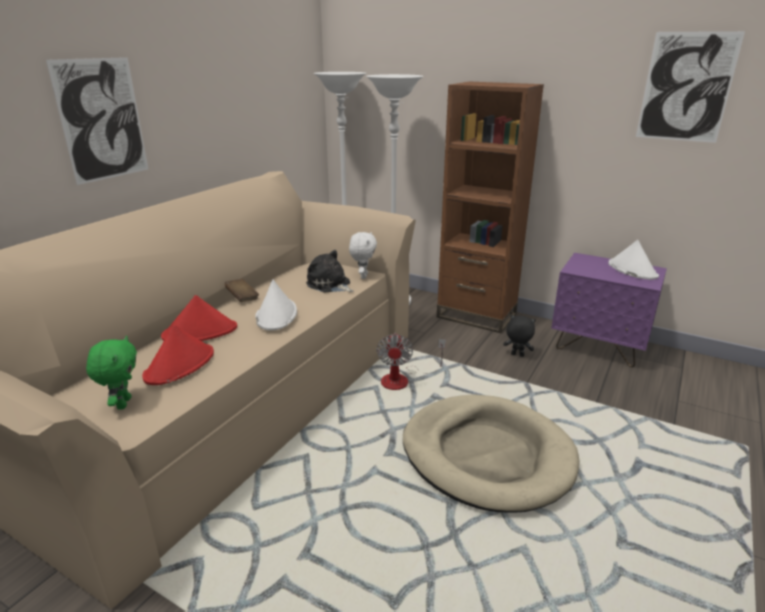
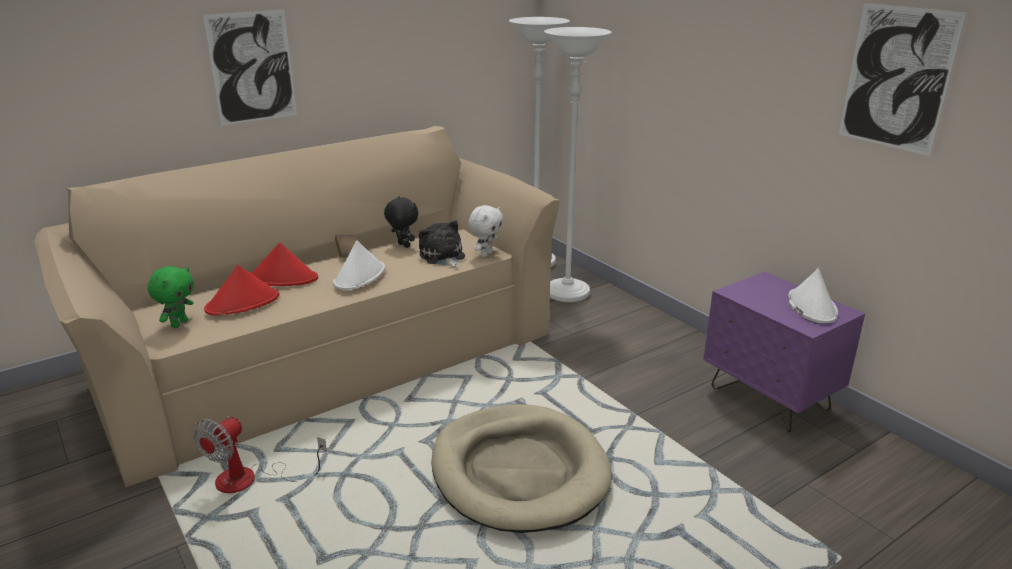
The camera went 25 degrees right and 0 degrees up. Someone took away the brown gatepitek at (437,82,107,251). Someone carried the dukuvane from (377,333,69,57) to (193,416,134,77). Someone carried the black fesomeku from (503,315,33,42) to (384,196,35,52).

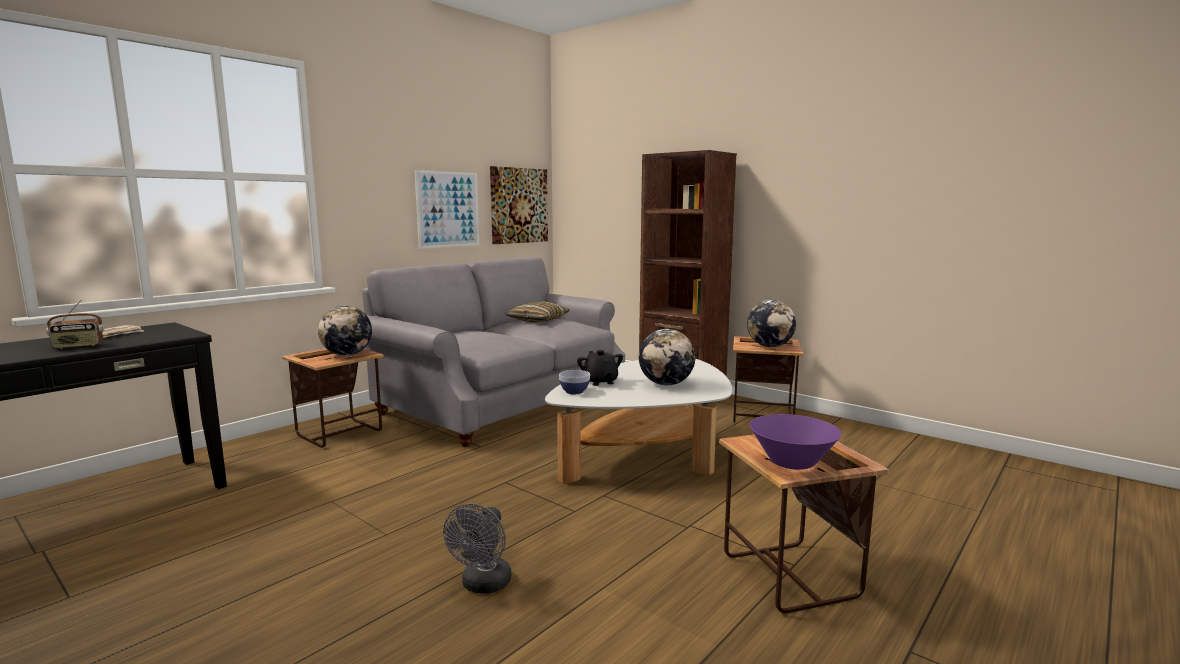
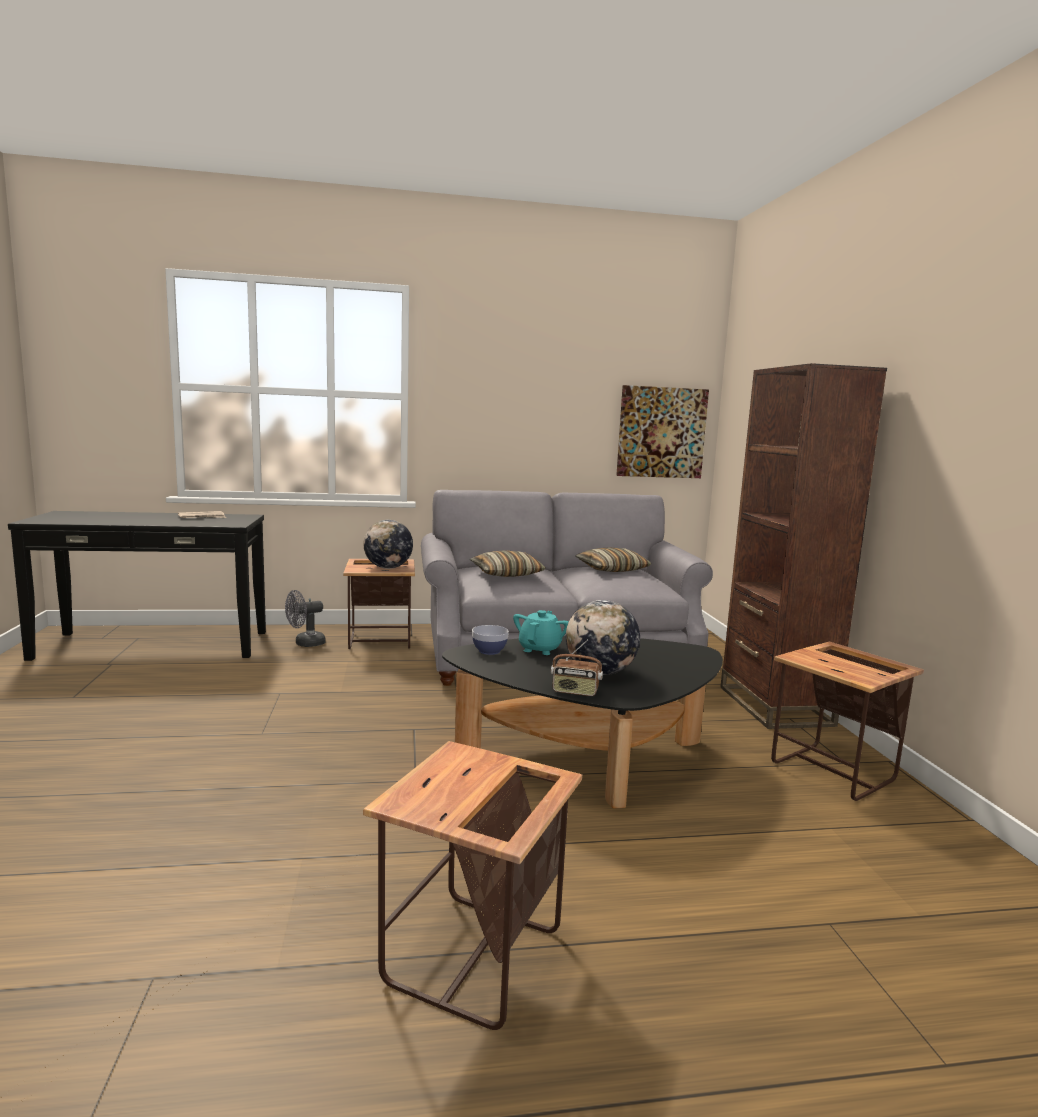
The camera went 40 degrees right and 0 degrees up. Someone took away the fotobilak at (415,170,64,79). Someone took away the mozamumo at (747,300,49,47). Someone took away the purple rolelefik at (750,414,92,56). Someone put down the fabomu at (470,550,76,27). Someone carried the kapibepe from (46,300,58,49) to (551,640,52,56). Someone carried the grey dukuvane from (443,503,68,90) to (285,590,41,57). Someone repainted the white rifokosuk at (545,359,187,125), which became the black rifokosuk at (442,636,281,173). Someone repainted the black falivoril at (577,350,46,36), which became the turquoise falivoril at (513,610,56,45).

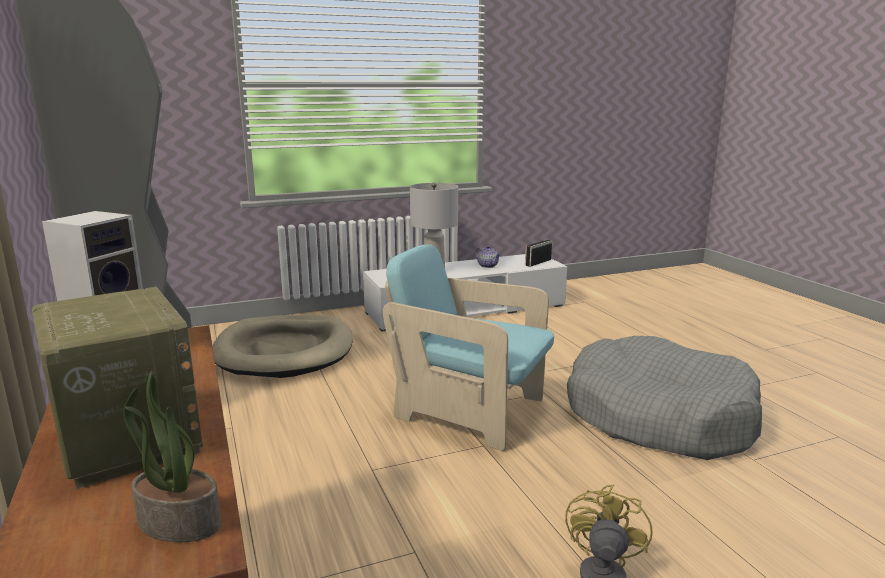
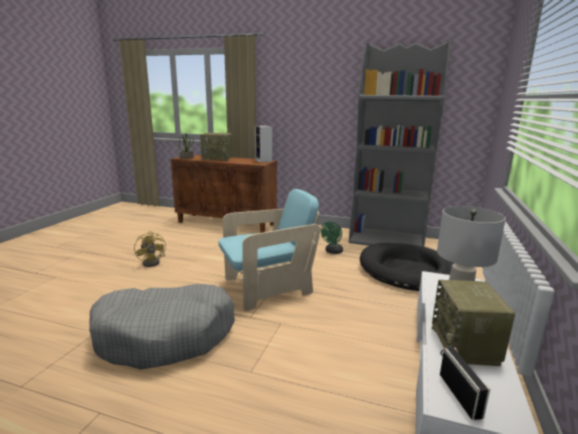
The camera went 130 degrees right and 0 degrees up. Someone put down the green dukuvane at (321,221,22,33). Someone swapped the falivoril at (476,246,25,22) for the kapibepe at (432,280,83,86). Someone repainted the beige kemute at (213,315,140,63), which became the black kemute at (360,243,94,48).

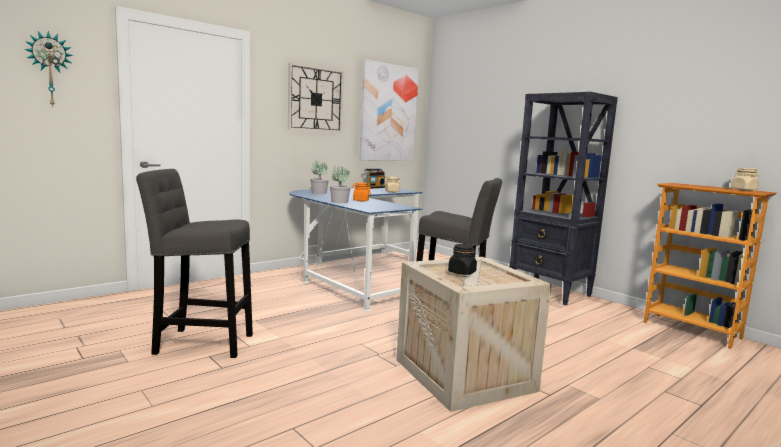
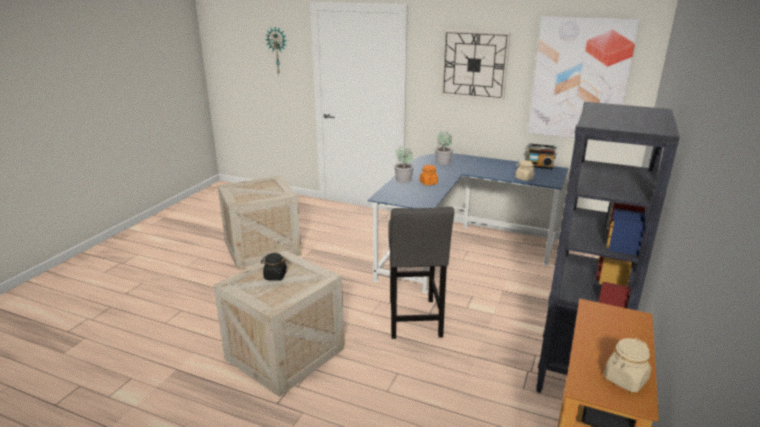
The camera went 65 degrees right and 15 degrees up. Someone swapped the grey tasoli at (136,169,117,189) for the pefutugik at (218,176,84,93).

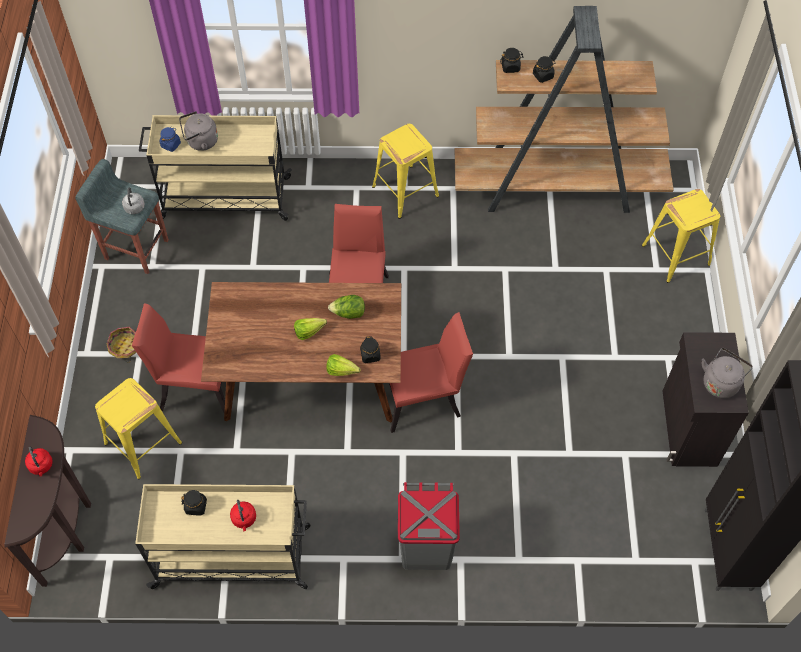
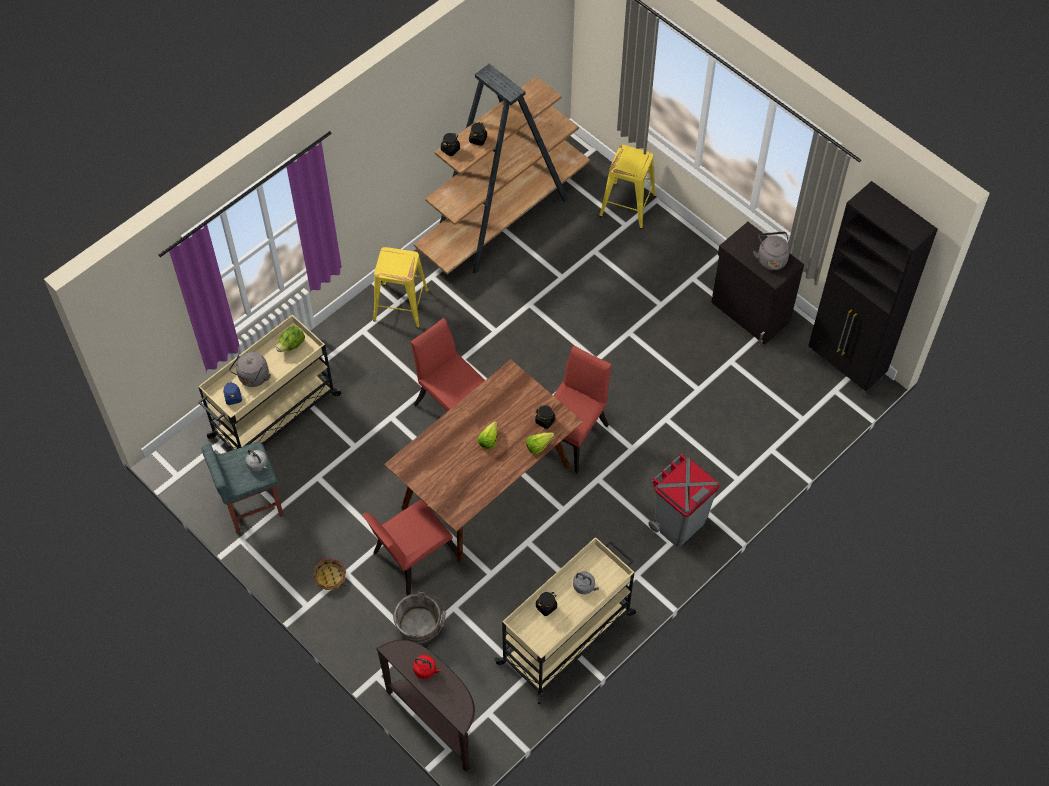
The camera went 45 degrees left and 0 degrees up. Someone carried the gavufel from (328,295,37,24) to (276,326,29,26). Someone swapped the yellow tasoli at (95,378,87,101) for the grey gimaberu at (393,592,53,52). Someone repainted the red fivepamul at (230,500,26,31), which became the grey fivepamul at (573,571,26,23).

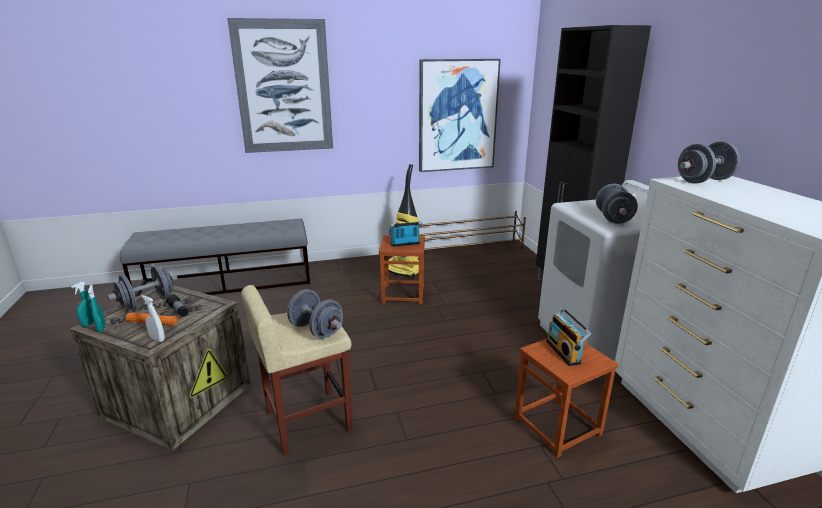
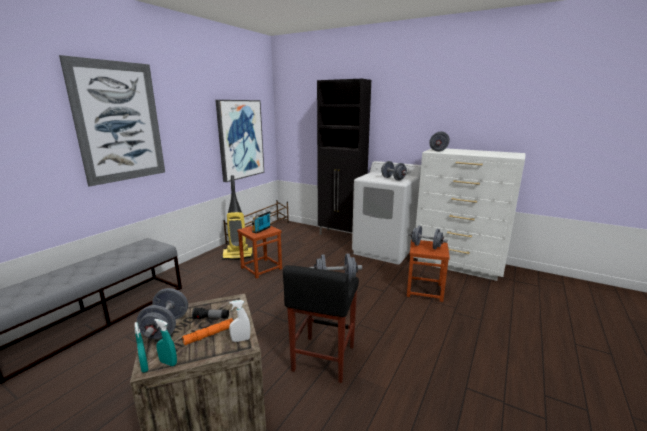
The camera went 45 degrees left and 5 degrees down. Someone swapped the kapibepe at (546,307,46,59) for the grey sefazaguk at (408,226,39,23). Someone repainted the beige tasoli at (241,285,112,170), which became the black tasoli at (283,265,76,118).

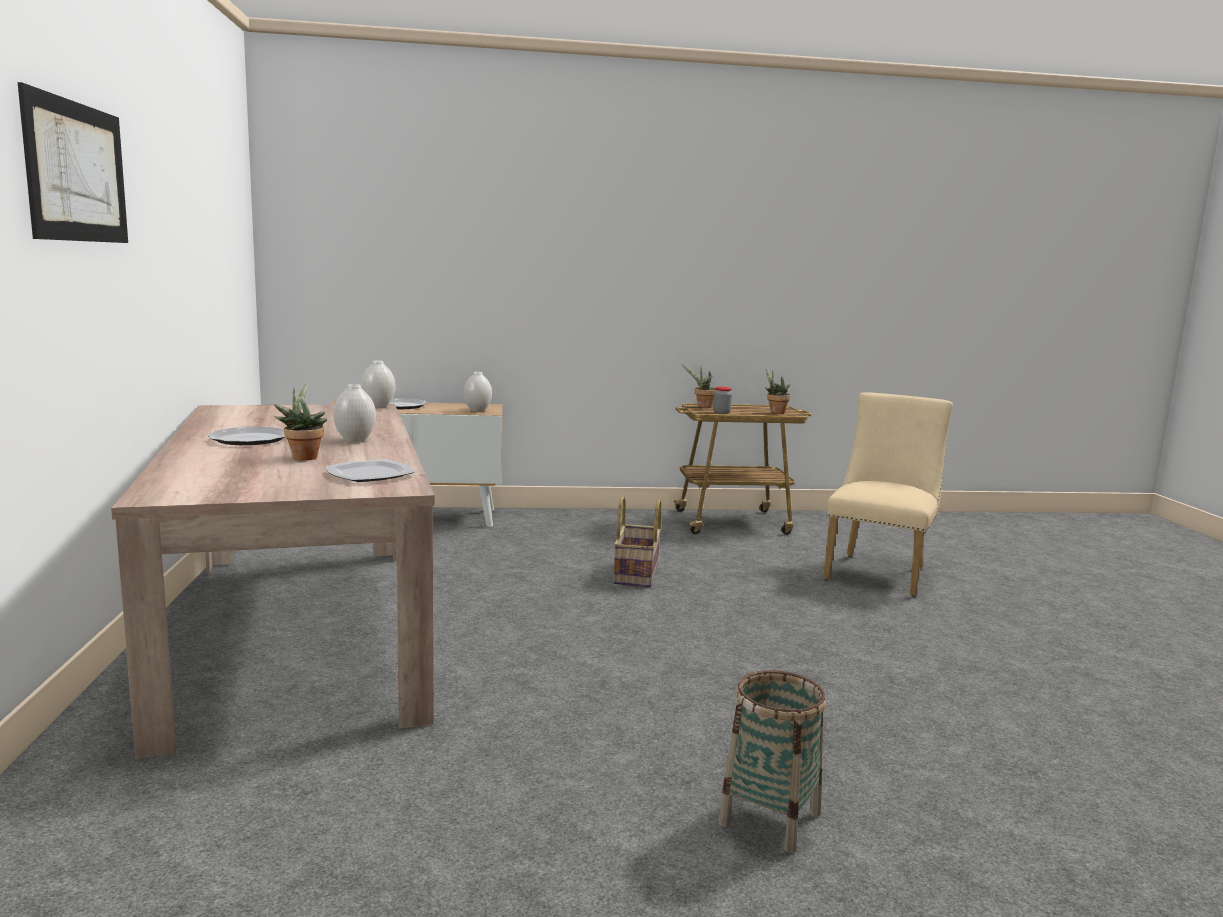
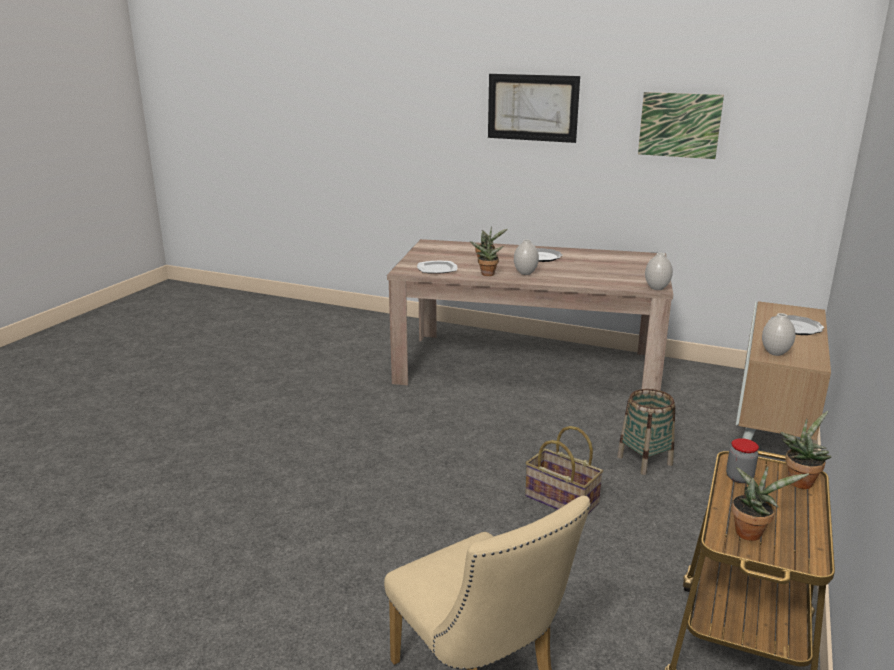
The camera went 120 degrees right and 10 degrees up. Someone put down the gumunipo at (470,240,34,36). Someone put up the fotobilak at (638,92,86,67). Someone carried the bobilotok from (718,670,108,183) to (617,389,58,86).

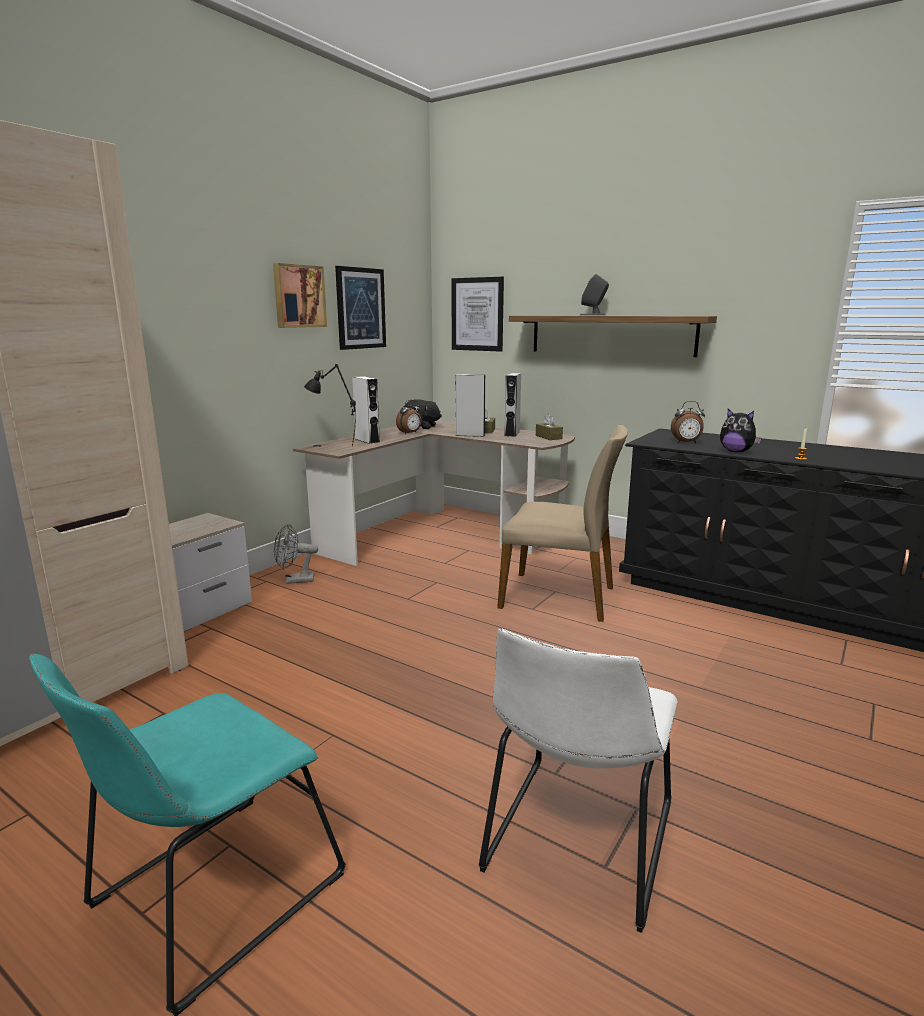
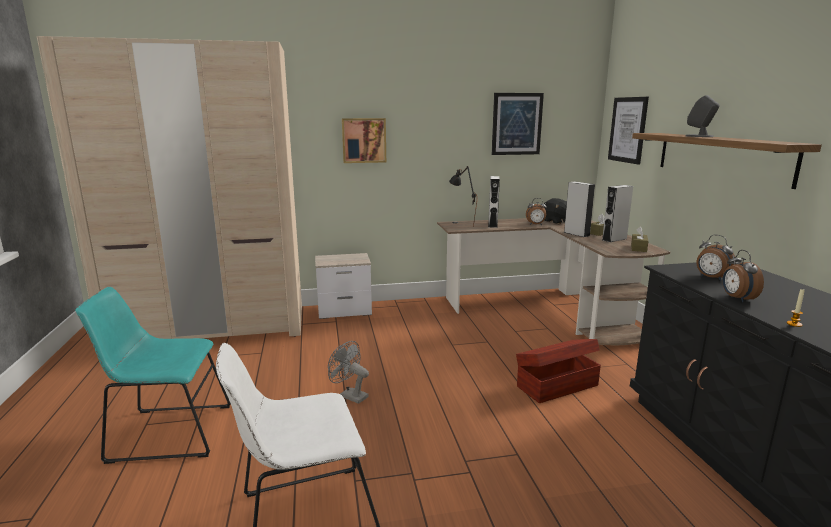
The camera went 45 degrees right and 0 degrees up. Someone carried the fotobilak from (273,263,54,65) to (342,118,44,45). Someone carried the grey dukuvane from (274,523,44,61) to (328,341,41,63). Someone swapped the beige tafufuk at (497,425,131,197) for the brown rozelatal at (516,339,85,64). Someone swapped the fesomeku at (720,409,41,43) for the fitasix at (722,250,42,52).

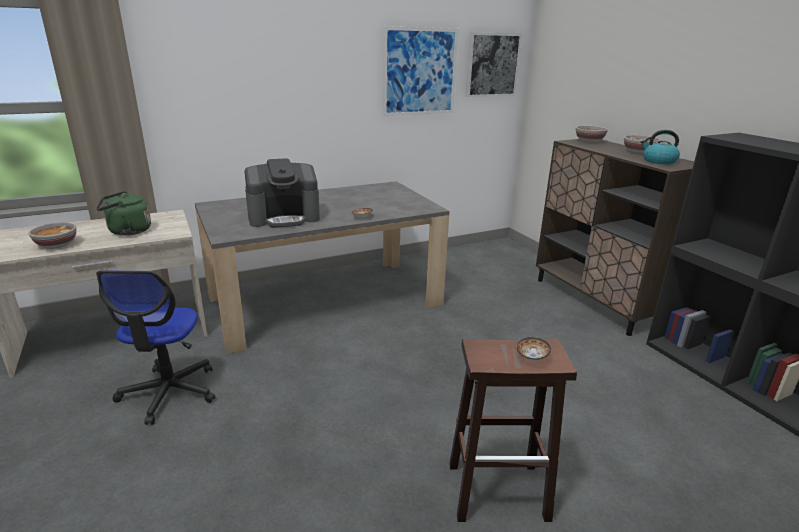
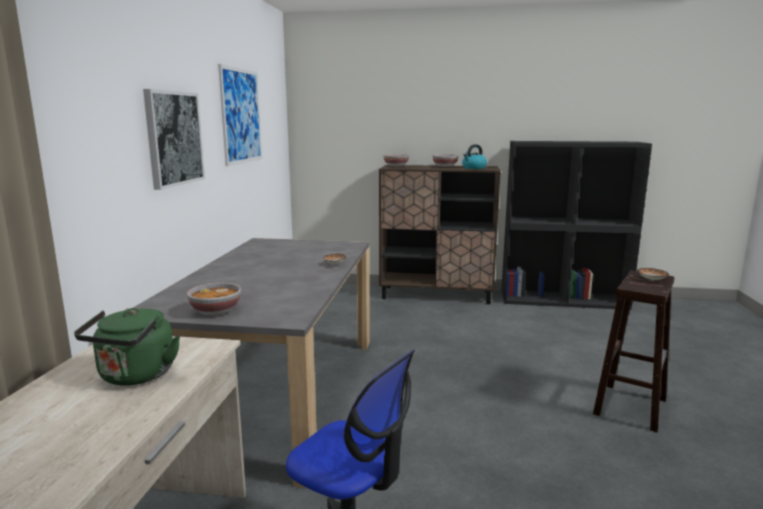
The camera went 55 degrees left and 10 degrees down. Someone took away the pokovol at (244,158,76,70). Someone carried the rolelefik from (29,222,48,27) to (187,283,54,33). Someone carried the fotobilak from (465,32,57,65) to (143,89,62,101).

